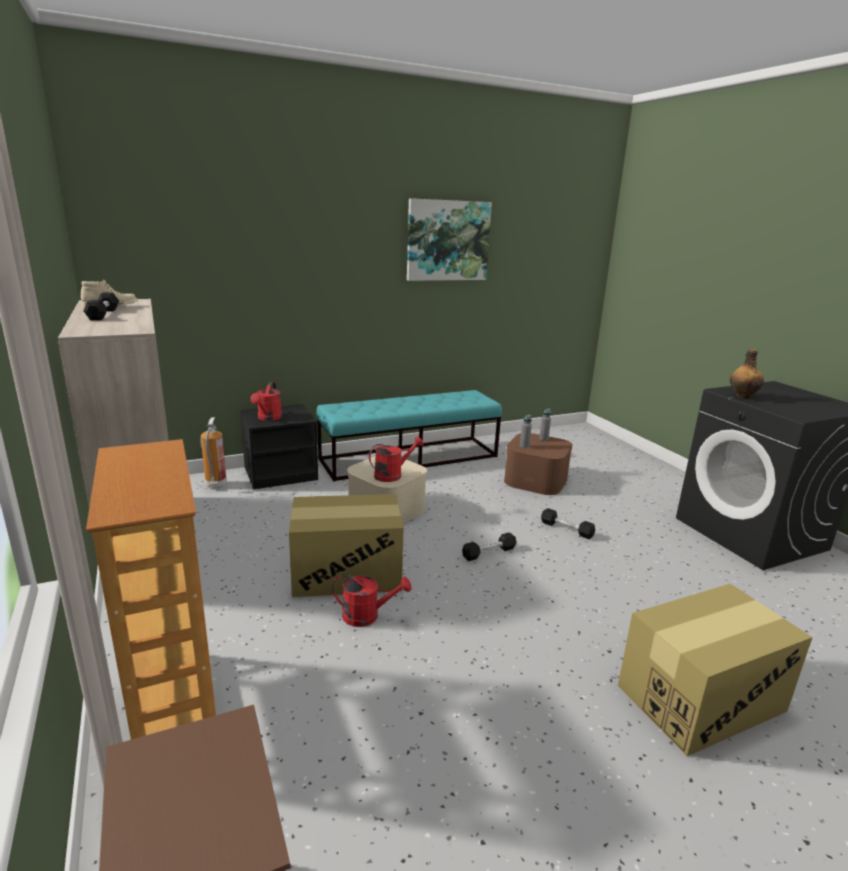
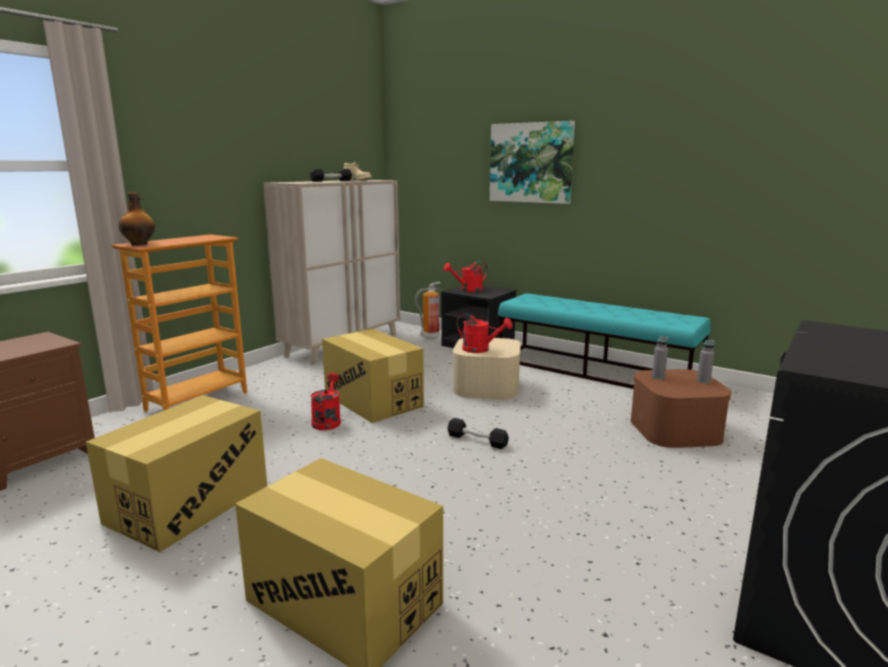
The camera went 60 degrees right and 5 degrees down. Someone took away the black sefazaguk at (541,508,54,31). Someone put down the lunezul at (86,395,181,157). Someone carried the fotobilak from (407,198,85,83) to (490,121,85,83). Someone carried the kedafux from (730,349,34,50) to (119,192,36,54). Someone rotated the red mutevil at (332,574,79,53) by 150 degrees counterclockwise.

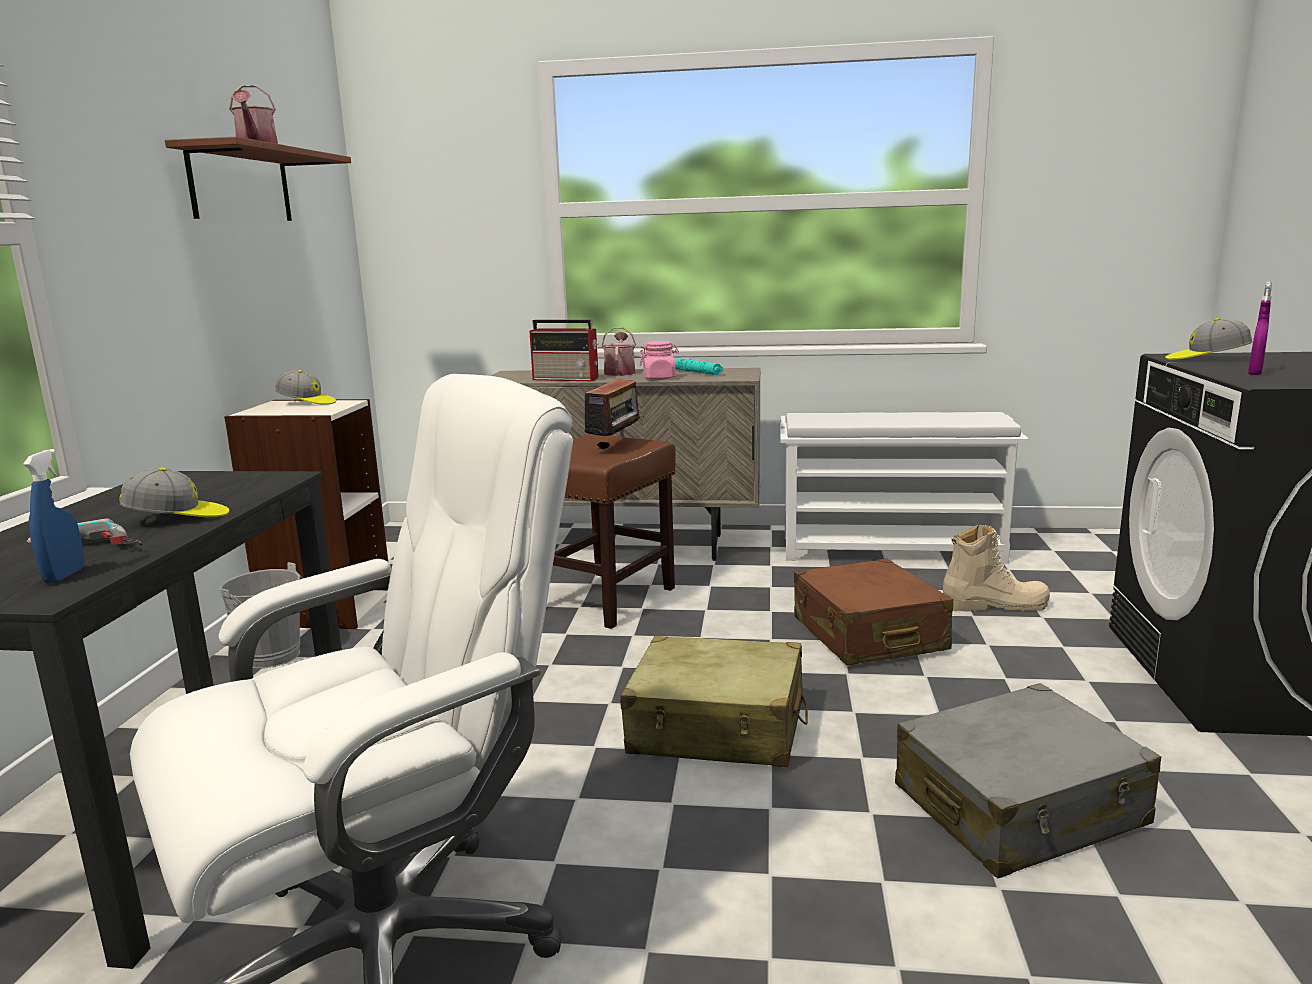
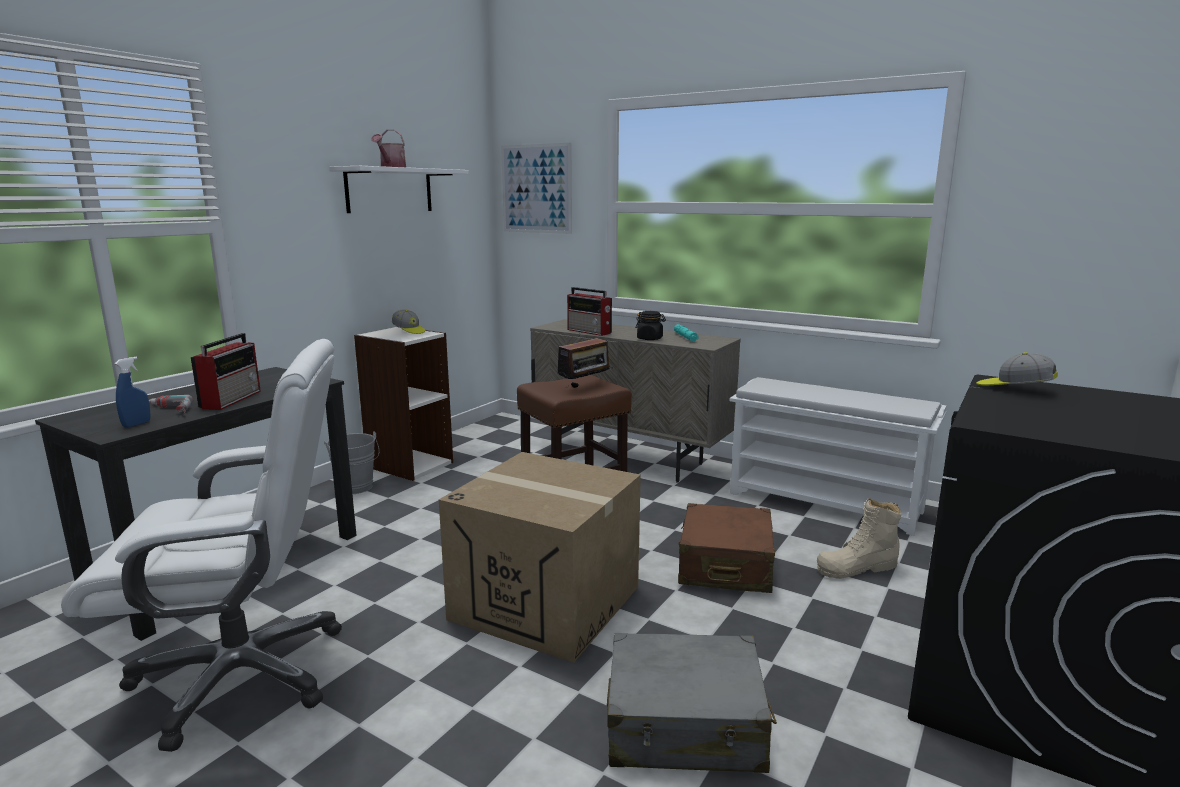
The camera went 25 degrees right and 0 degrees up. Someone took away the mutevil at (601,327,35,49). Someone took away the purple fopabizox at (1248,281,24,94). Someone put up the fotobilak at (501,143,71,91). Someone swapped the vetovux at (119,468,110,49) for the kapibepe at (191,333,70,77). Someone swapped the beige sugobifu at (620,636,188,131) for the lunezul at (439,452,202,211). Someone repainted the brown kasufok at (165,137,186,84), which became the white kasufok at (329,166,140,47). Someone repainted the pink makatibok at (639,341,40,39), which became the black makatibok at (635,311,31,29). Someone rotated the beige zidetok at (943,524,107,88) by 135 degrees clockwise.

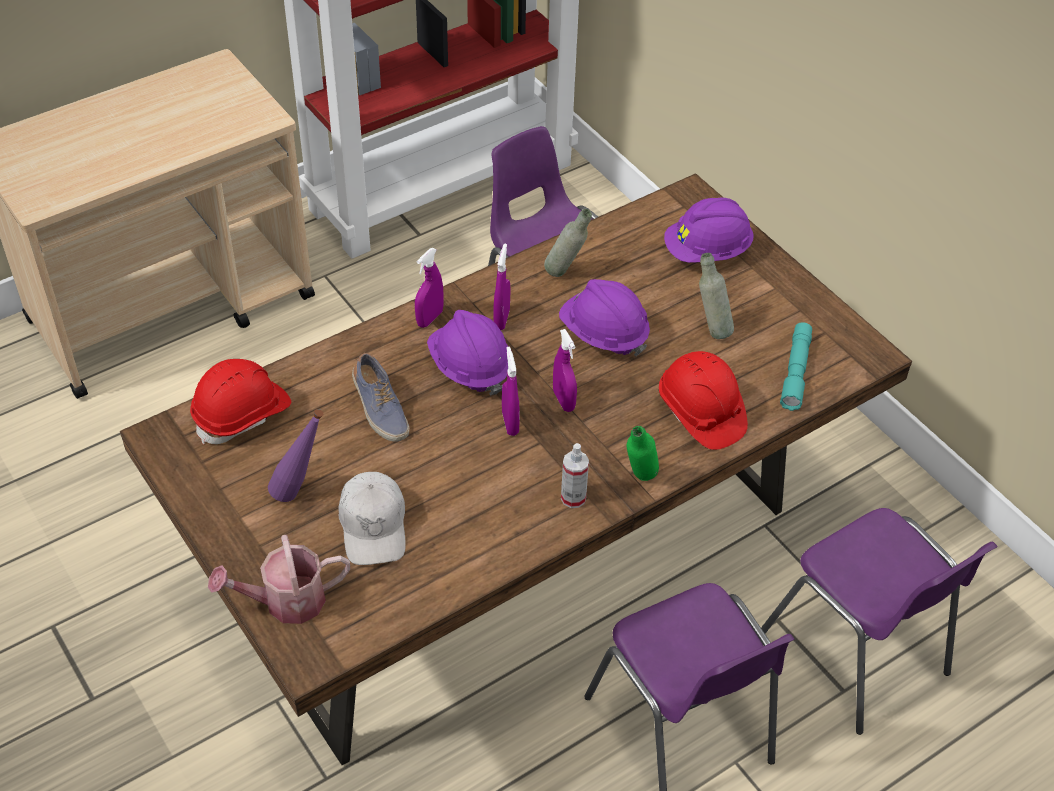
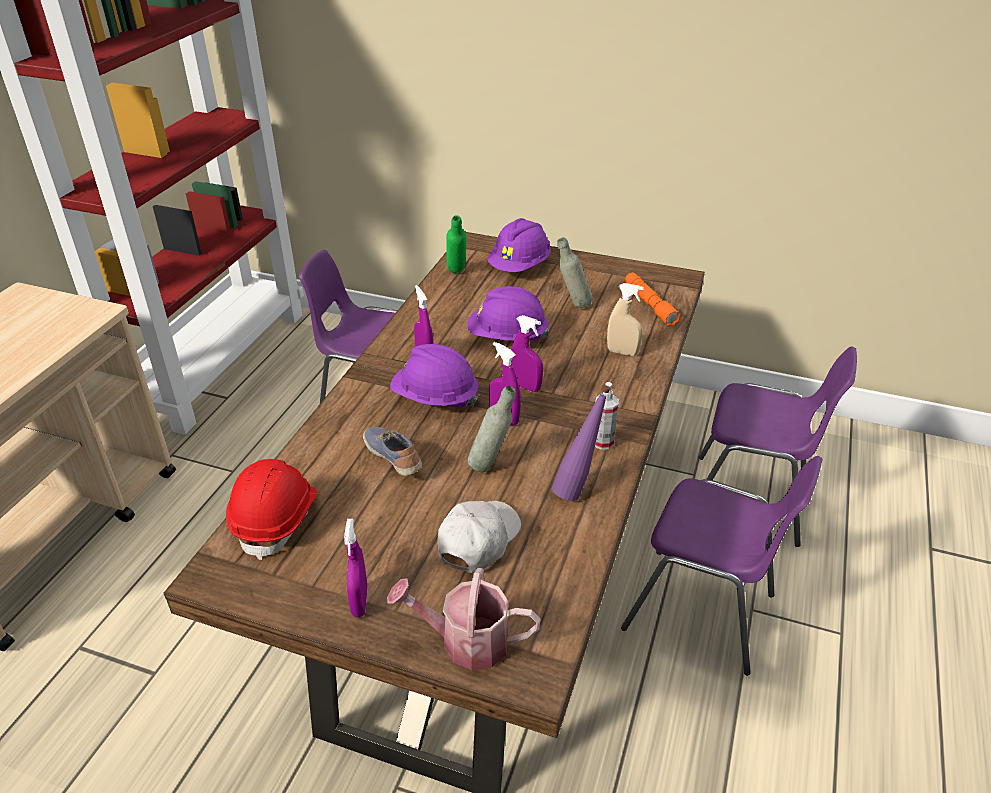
The camera went 35 degrees left and 10 degrees down. Someone carried the purple kedafux from (268,409,55,93) to (552,385,59,116). Someone carried the purple fopabizox from (415,248,29,80) to (344,519,24,98). Someone carried the grey kedafux from (544,209,48,68) to (468,386,48,86). Someone carried the green kedafux from (627,426,32,55) to (446,215,20,58). Someone swapped the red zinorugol at (659,351,89,99) for the beige fopabizox at (607,283,37,73). Someone repainted the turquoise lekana at (780,322,32,89), which became the orange lekana at (625,273,56,53). Someone rotated the mutevil at (208,535,142,89) by 60 degrees clockwise. Someone rotated the white vetovux at (339,472,67,93) by 105 degrees counterclockwise. Someone rotated the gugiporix at (352,353,57,88) by 150 degrees counterclockwise.

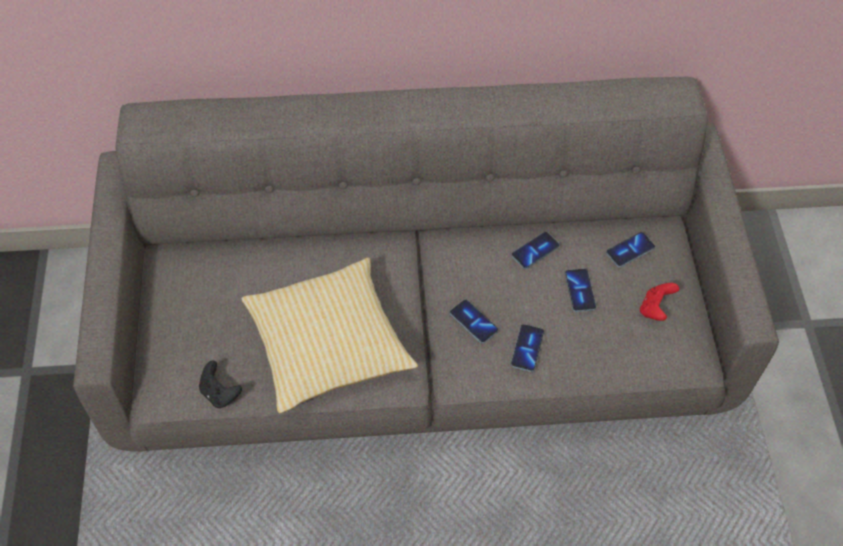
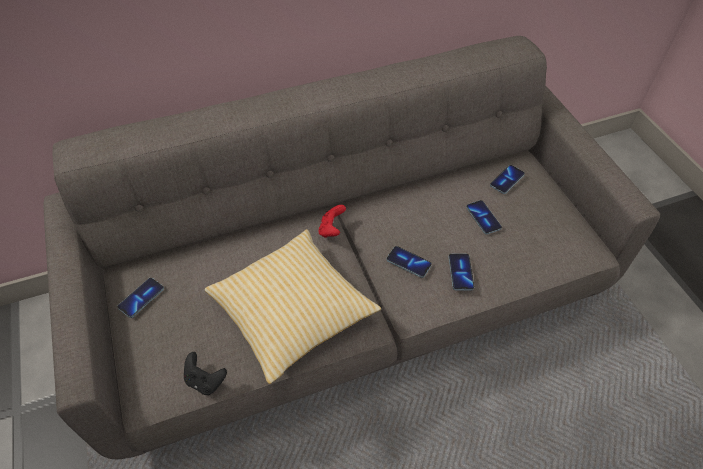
The camera went 15 degrees left and 5 degrees down. Someone carried the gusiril from (512,232,48,37) to (117,278,47,40). Someone carried the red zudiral from (640,283,39,38) to (319,205,27,33).

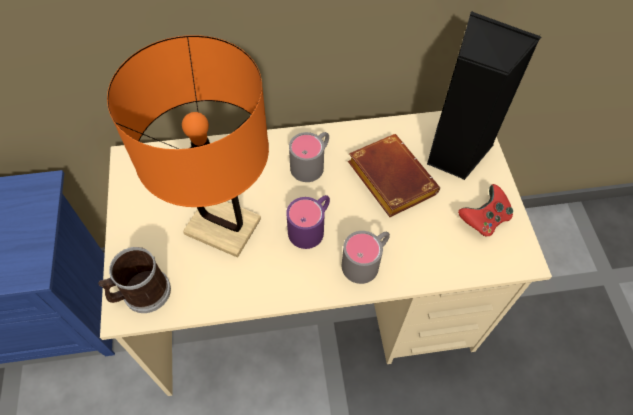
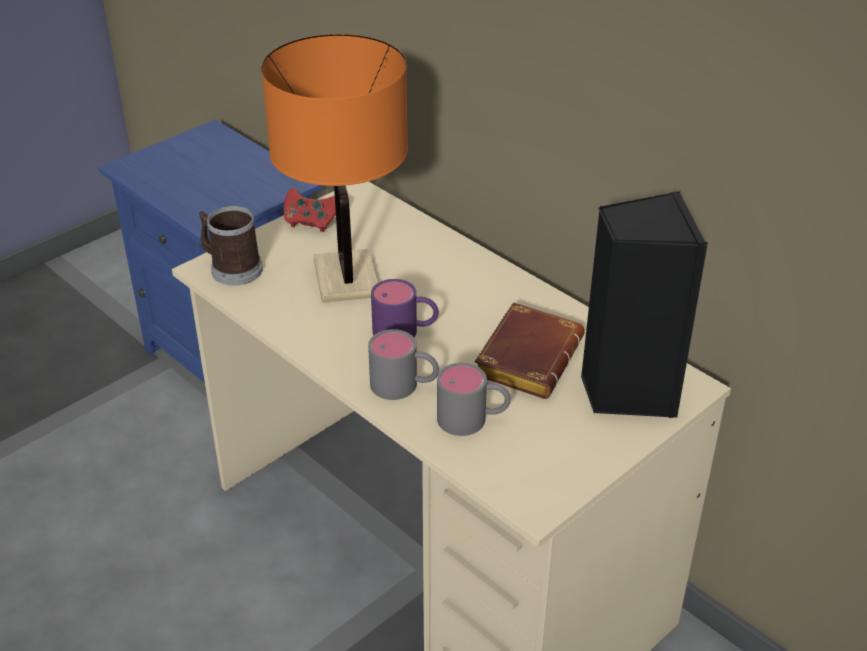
The camera went 55 degrees right and 20 degrees down. Someone carried the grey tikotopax from (289,132,40,50) to (437,363,74,73). Someone carried the red zudiral from (458,184,55,53) to (284,188,52,44).

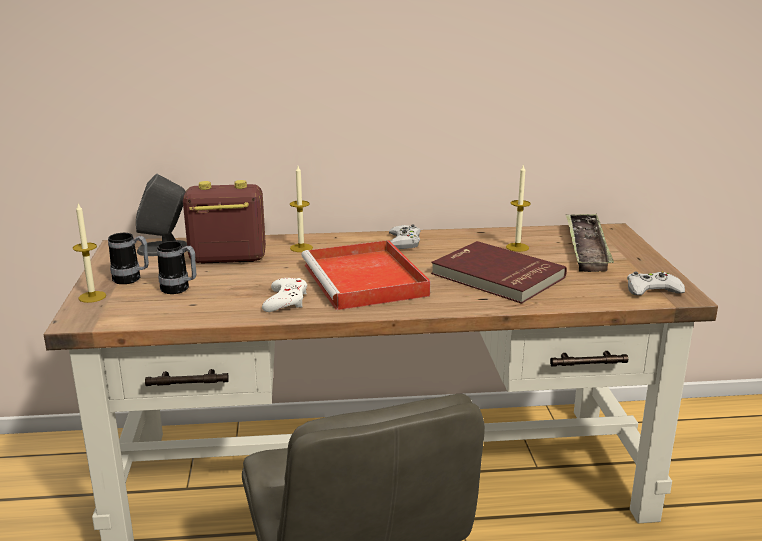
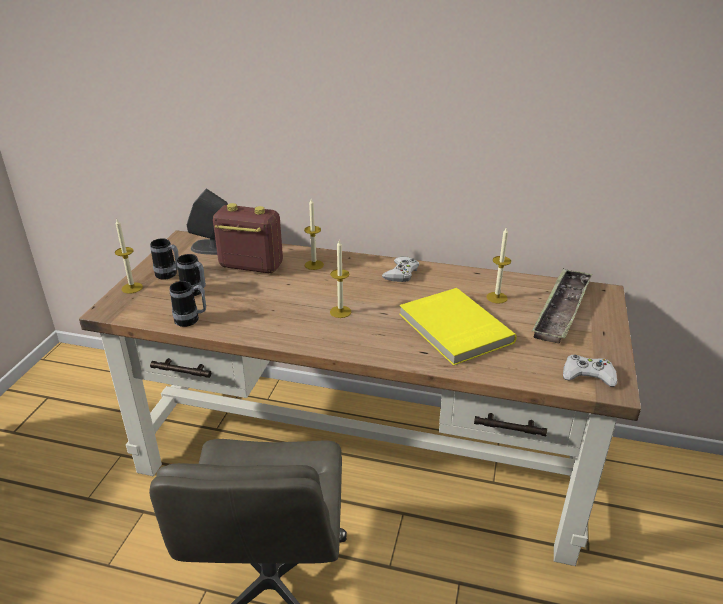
The camera went 20 degrees right and 10 degrees up. Someone took away the white zudiral at (262,278,45,34). Someone put down the tikotopax at (170,281,36,46). Someone swapped the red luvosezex at (301,240,129,70) for the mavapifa at (330,240,21,78). Someone repainted the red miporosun at (431,241,136,63), which became the yellow miporosun at (399,288,118,78).

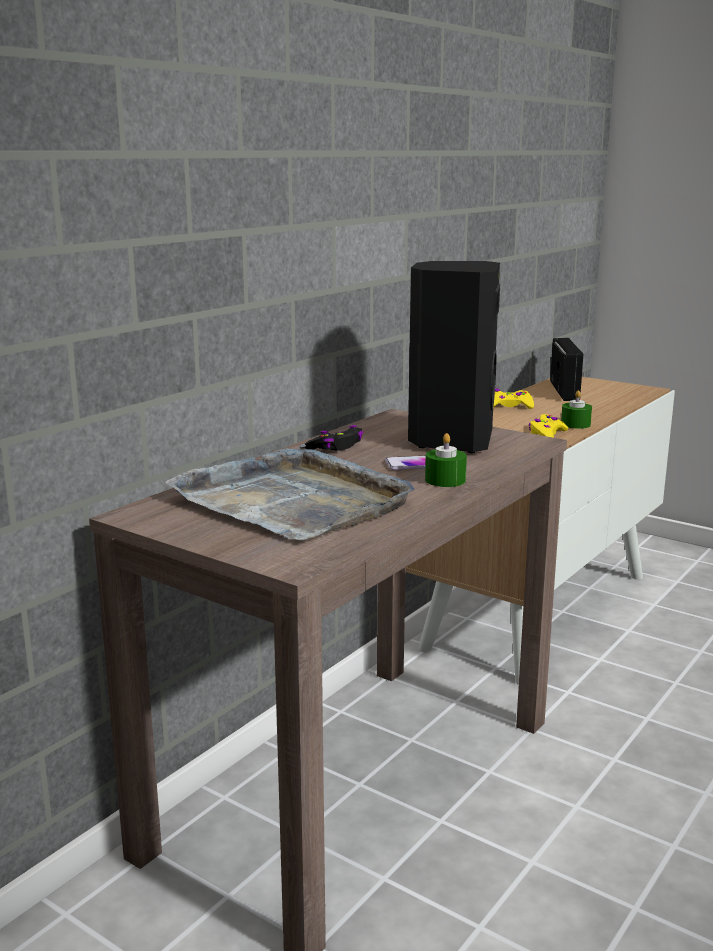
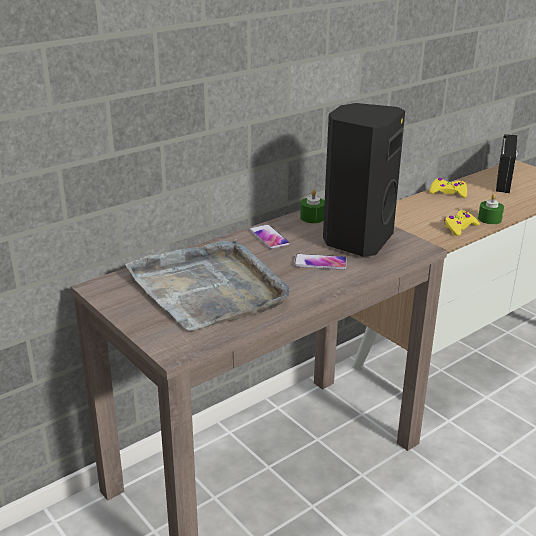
The camera went 15 degrees right and 10 degrees up. Someone carried the green mavapifa from (425,433,42,54) to (300,189,25,34). Someone swapped the black zudiral at (305,425,59,26) for the gusiril at (249,224,41,25).

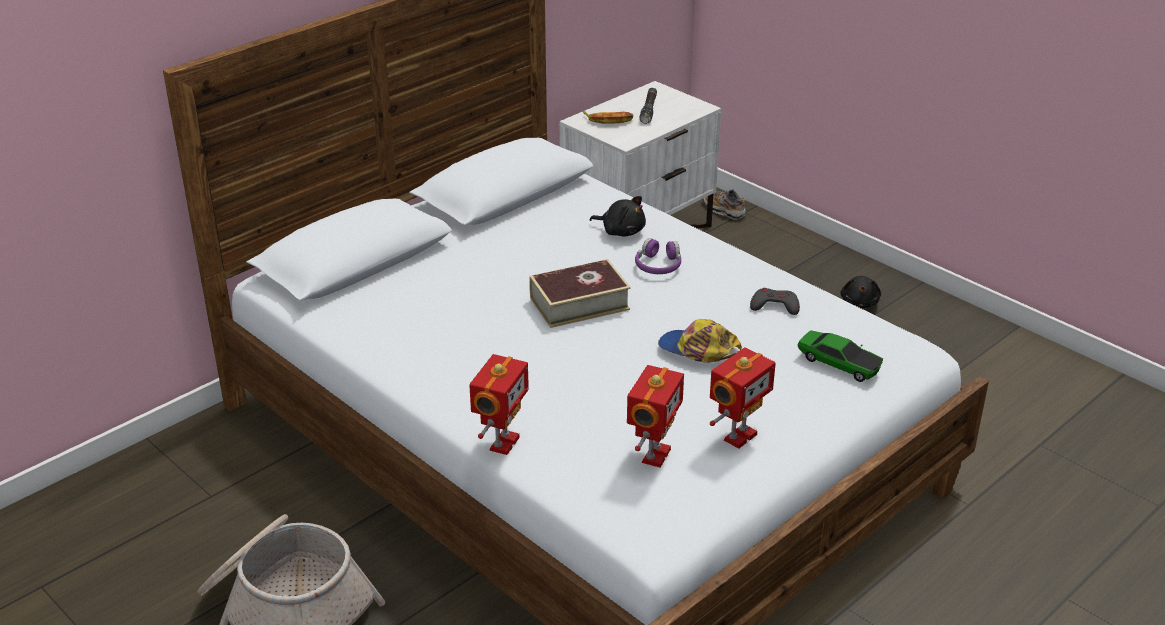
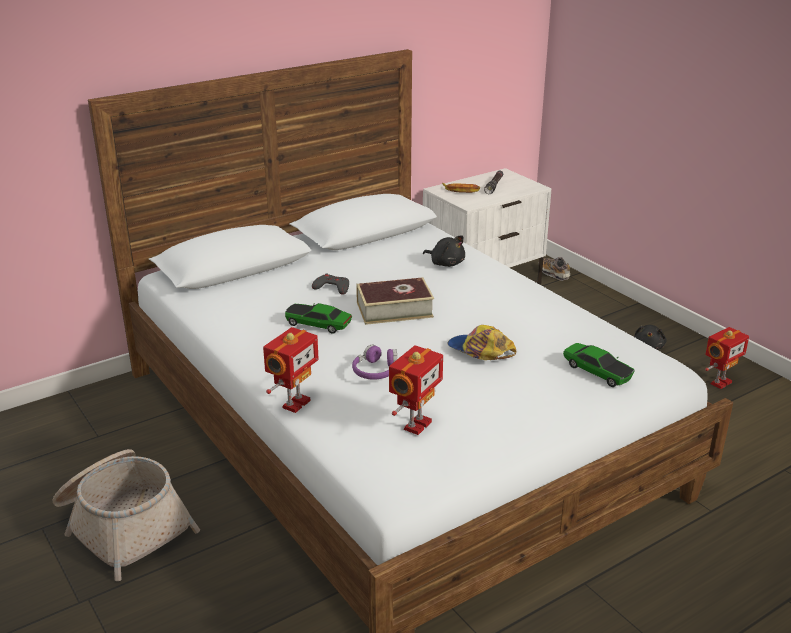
The camera went 10 degrees right and 5 degrees down. Someone put down the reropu at (285,303,67,31). Someone carried the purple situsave from (635,238,46,36) to (352,344,45,36). Someone carried the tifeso from (710,347,66,101) to (705,327,44,62). Someone carried the grey zudiral from (750,288,50,27) to (312,274,37,21).

